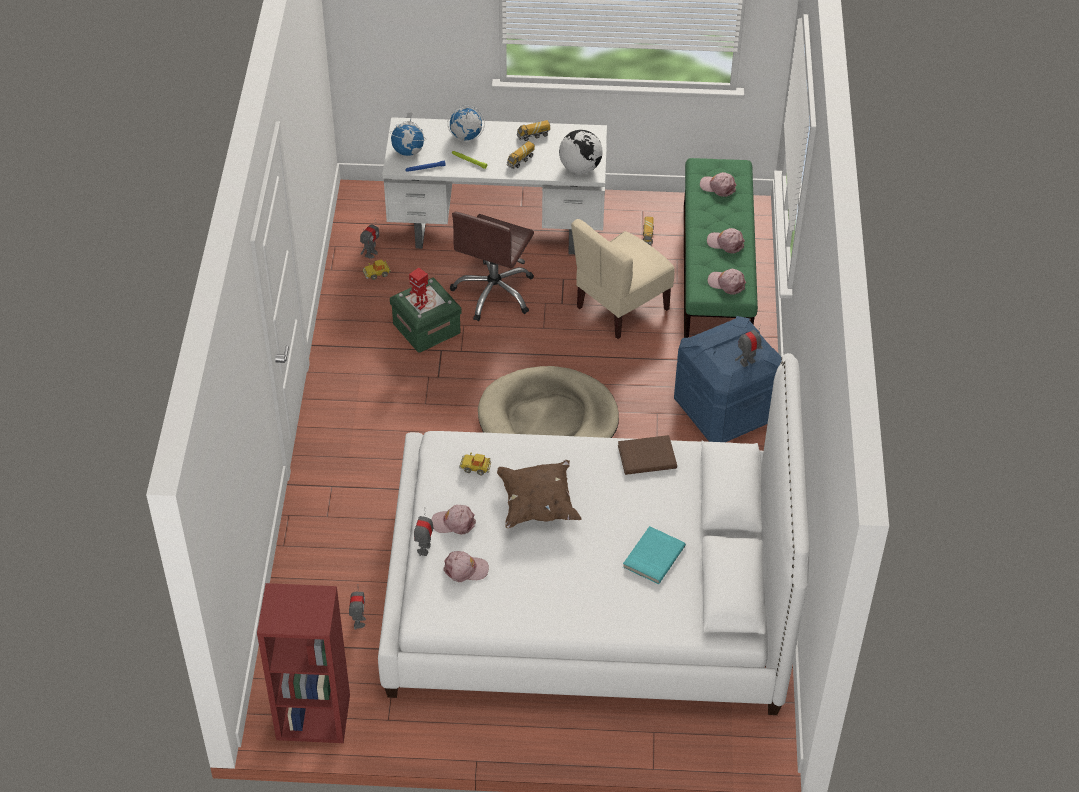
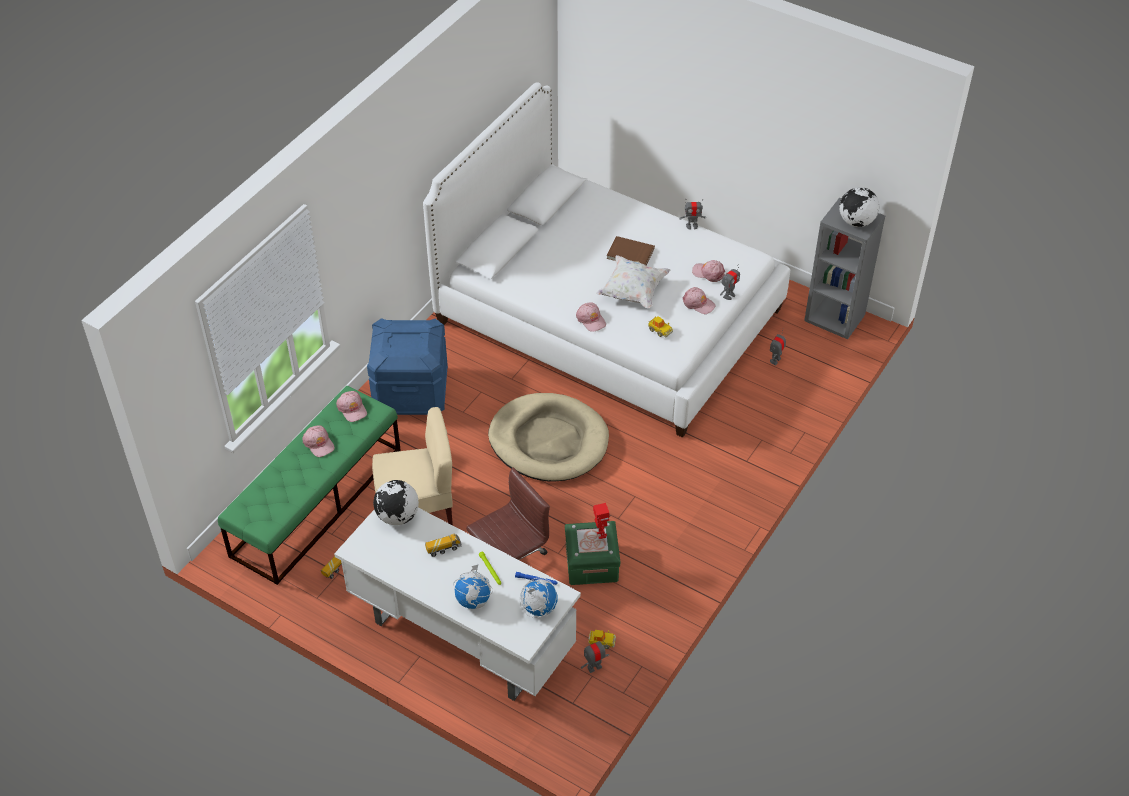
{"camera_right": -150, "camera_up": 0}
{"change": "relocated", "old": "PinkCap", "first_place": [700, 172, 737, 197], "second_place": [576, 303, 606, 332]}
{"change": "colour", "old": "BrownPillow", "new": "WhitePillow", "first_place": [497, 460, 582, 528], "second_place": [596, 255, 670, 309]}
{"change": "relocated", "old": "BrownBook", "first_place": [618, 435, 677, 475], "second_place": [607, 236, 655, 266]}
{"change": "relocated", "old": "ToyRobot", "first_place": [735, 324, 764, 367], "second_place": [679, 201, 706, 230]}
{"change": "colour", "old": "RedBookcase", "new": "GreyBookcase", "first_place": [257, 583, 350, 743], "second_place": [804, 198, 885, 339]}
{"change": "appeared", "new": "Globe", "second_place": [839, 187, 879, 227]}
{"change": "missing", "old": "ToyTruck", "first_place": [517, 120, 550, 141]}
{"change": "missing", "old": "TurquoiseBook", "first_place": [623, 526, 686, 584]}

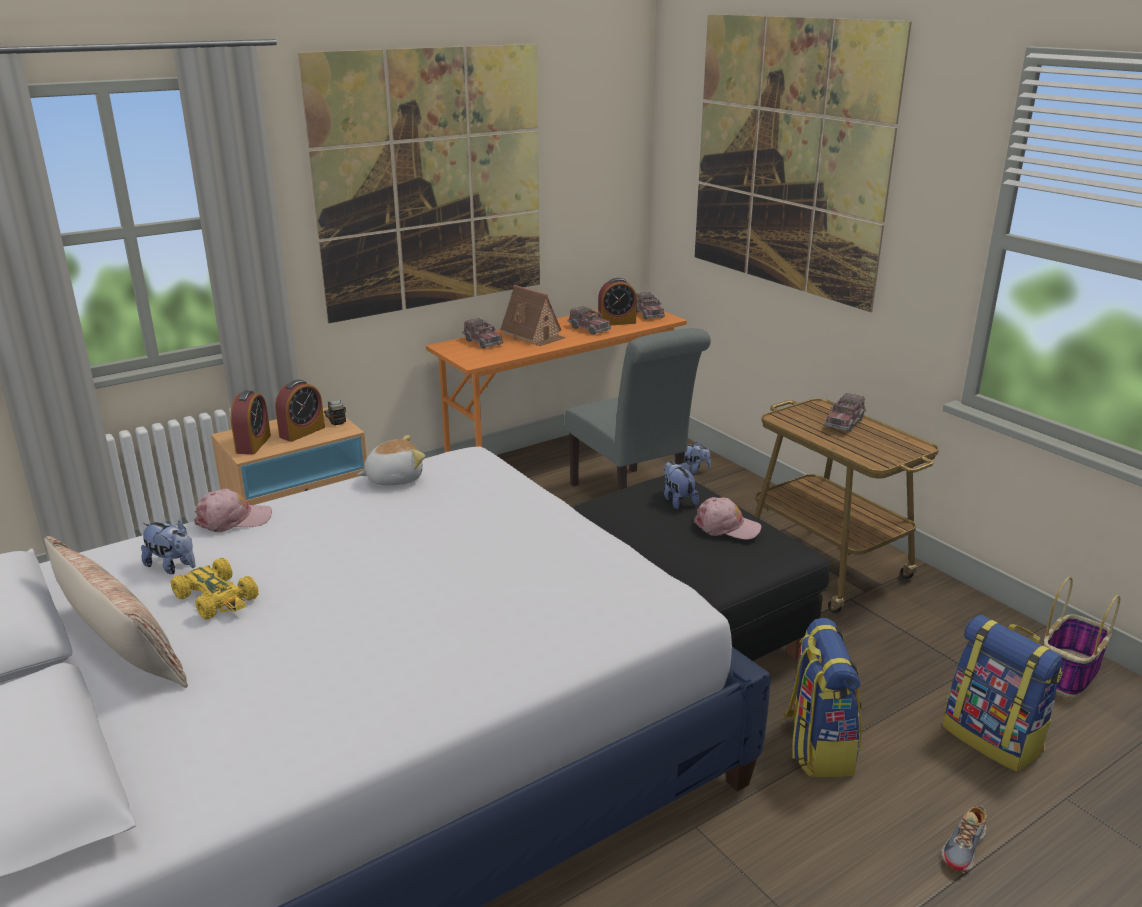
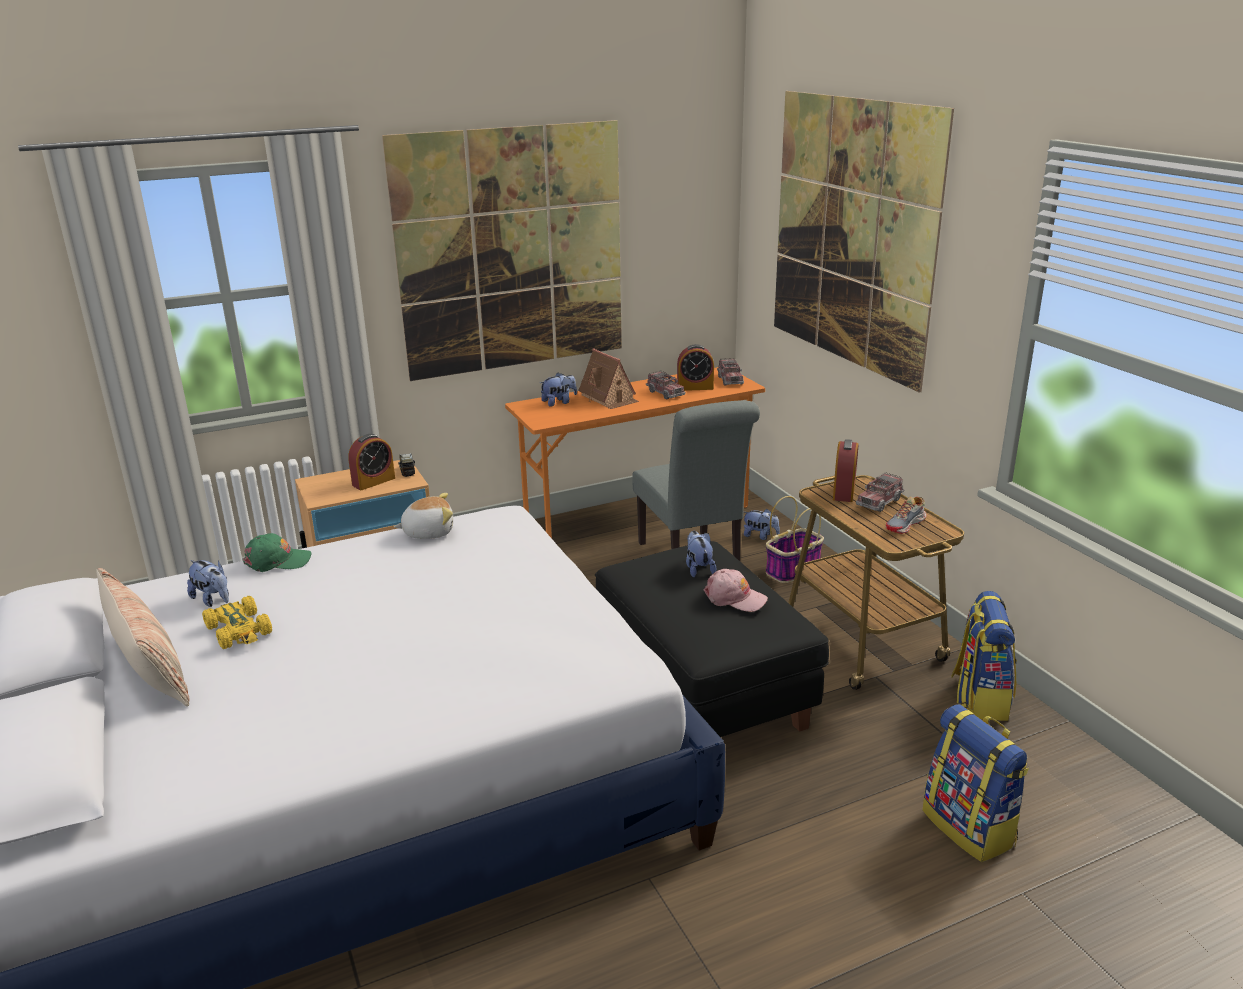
{"camera_right": 10, "camera_up": 0}
{"change": "colour", "old": "PinkCap", "new": "GreenCap", "first_place": [194, 489, 272, 532], "second_place": [243, 533, 312, 572]}
{"change": "exchanged", "old": "ToyTruck", "new": "PlushToy", "first_place": [462, 318, 503, 349], "second_place": [540, 373, 577, 407]}
{"change": "relocated", "old": "Basket", "first_place": [1043, 577, 1120, 697], "second_place": [766, 496, 824, 583]}
{"change": "relocated", "old": "AlarmClock", "first_place": [231, 391, 271, 454], "second_place": [833, 439, 858, 502]}
{"change": "relocated", "old": "Shoe", "first_place": [942, 805, 987, 872], "second_place": [886, 497, 927, 534]}
{"change": "relocated", "old": "Backpack", "first_place": [782, 618, 862, 777], "second_place": [951, 591, 1017, 721]}

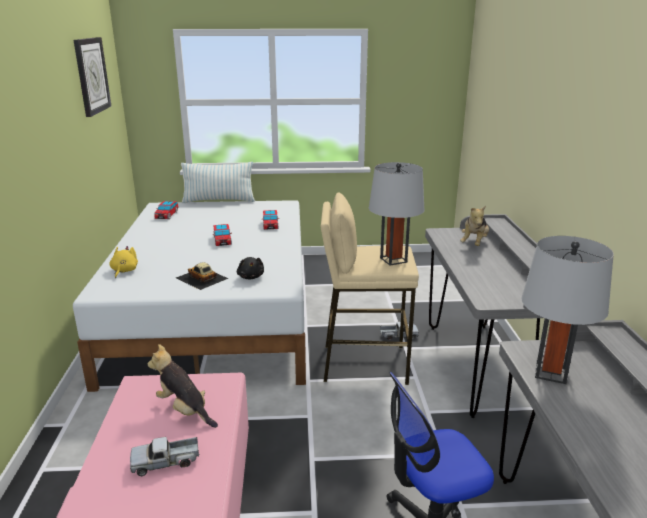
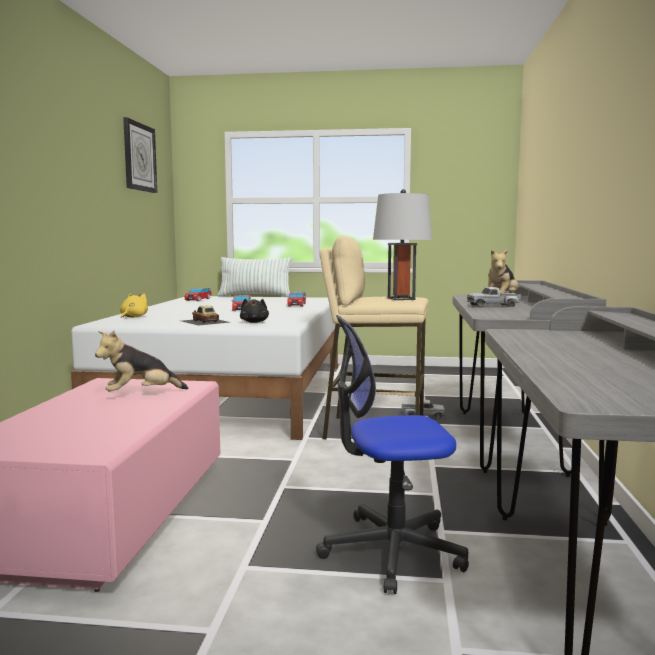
{"camera_right": 10, "camera_up": -15}
{"change": "spun", "old": "PlushToy", "first_place": [148, 344, 218, 428], "second_place": [95, 330, 188, 392], "degrees": -75}
{"change": "relocated", "old": "ToyTruck", "first_place": [130, 437, 200, 476], "second_place": [467, 287, 522, 307]}
{"change": "missing", "old": "GreyTableLamp", "first_place": [521, 236, 614, 384]}

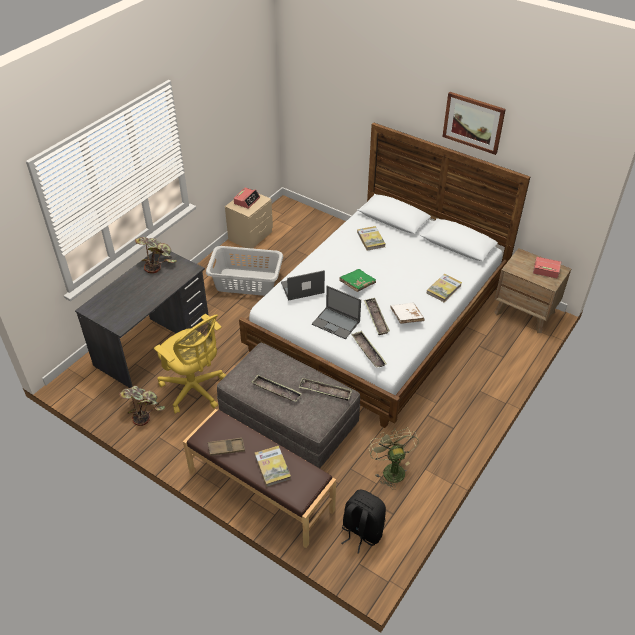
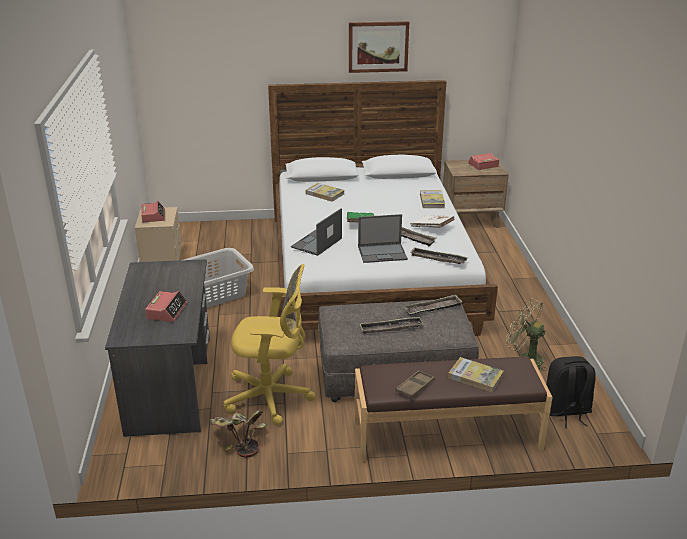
{"camera_right": -40, "camera_up": -15}
{"change": "appeared", "new": "AlarmClock", "second_place": [145, 291, 187, 322]}
{"change": "missing", "old": "PottedPlant", "first_place": [135, 237, 177, 274]}

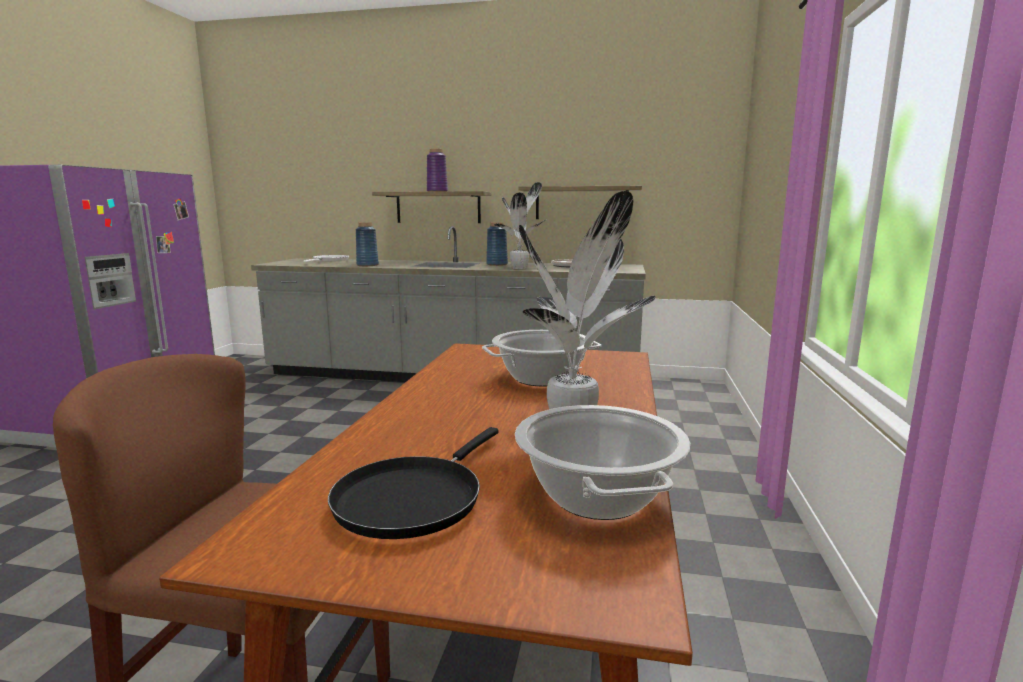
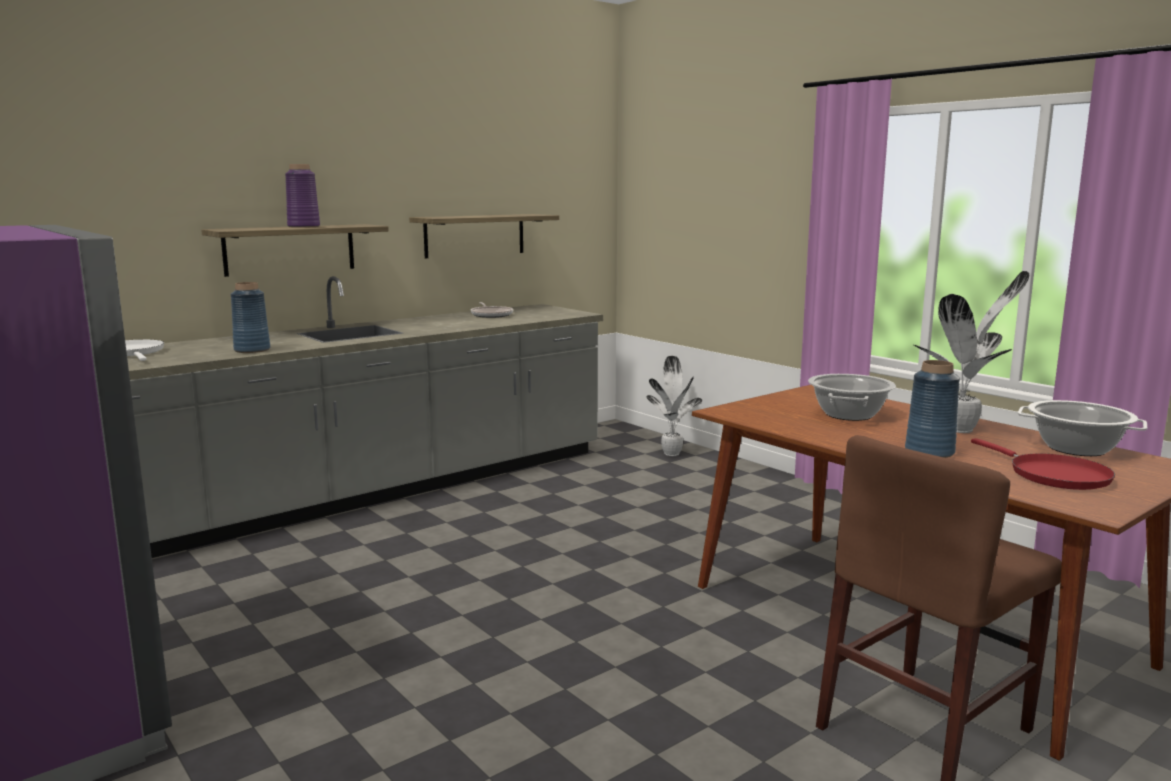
{"camera_right": -50, "camera_up": 0}
{"change": "relocated", "old": "PottedPlant", "first_place": [494, 182, 545, 269], "second_place": [646, 356, 702, 456]}
{"change": "relocated", "old": "BlueVase", "first_place": [486, 222, 508, 266], "second_place": [905, 360, 960, 458]}
{"change": "colour", "old": "BlackFryingPan", "new": "RedFryingPan", "first_place": [328, 427, 499, 539], "second_place": [971, 438, 1115, 490]}

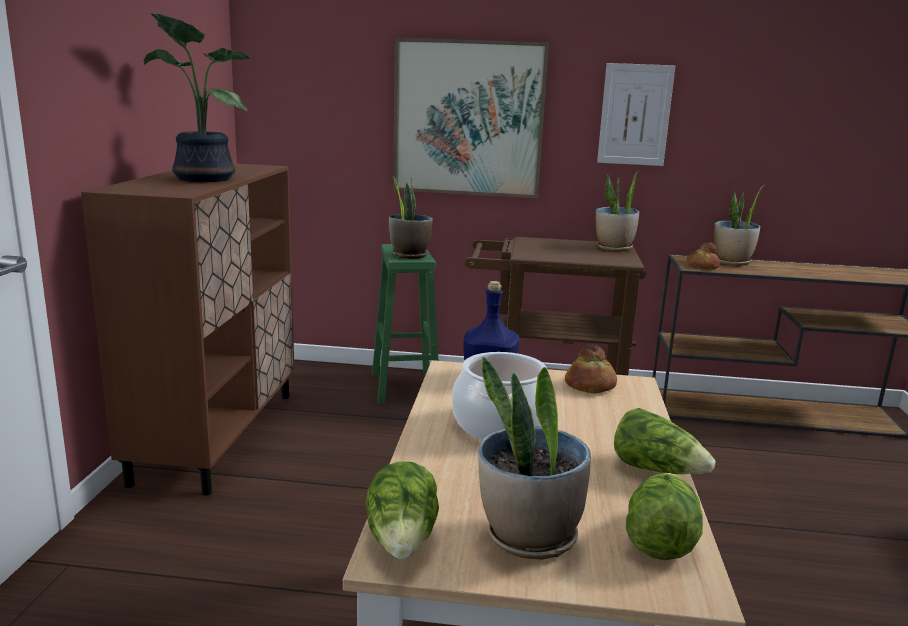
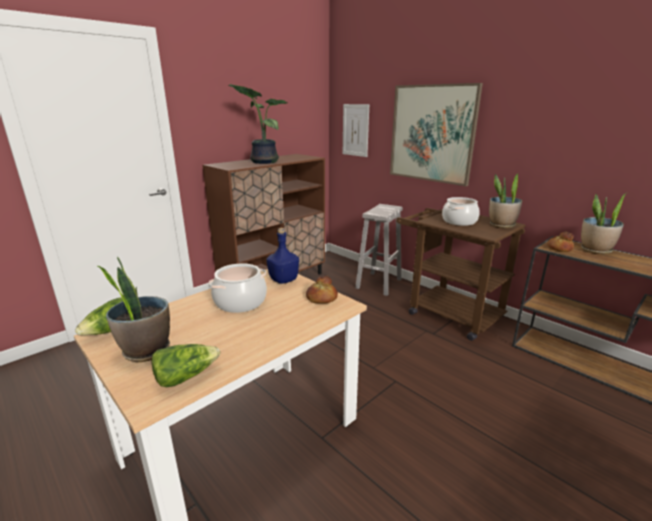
{"camera_right": 40, "camera_up": 5}
{"change": "relocated", "old": "Picture", "first_place": [597, 63, 675, 166], "second_place": [343, 104, 369, 157]}
{"change": "colour", "old": "GreenStool", "new": "WhiteStool", "first_place": [372, 244, 438, 404], "second_place": [355, 204, 403, 296]}
{"change": "appeared", "new": "CookingPot", "second_place": [442, 197, 480, 226]}
{"change": "missing", "old": "PottedPlant", "first_place": [389, 174, 433, 259]}
{"change": "missing", "old": "Lettuce", "first_place": [614, 408, 715, 474]}

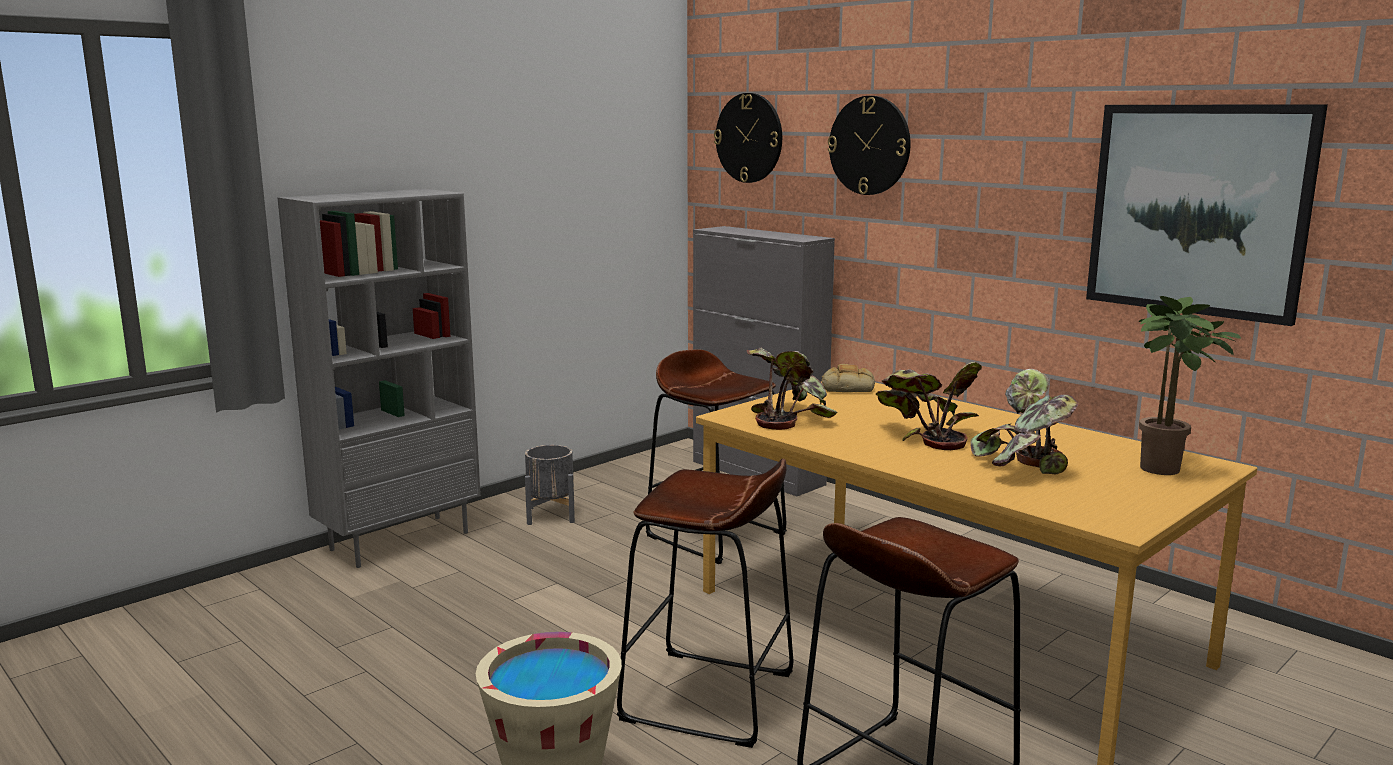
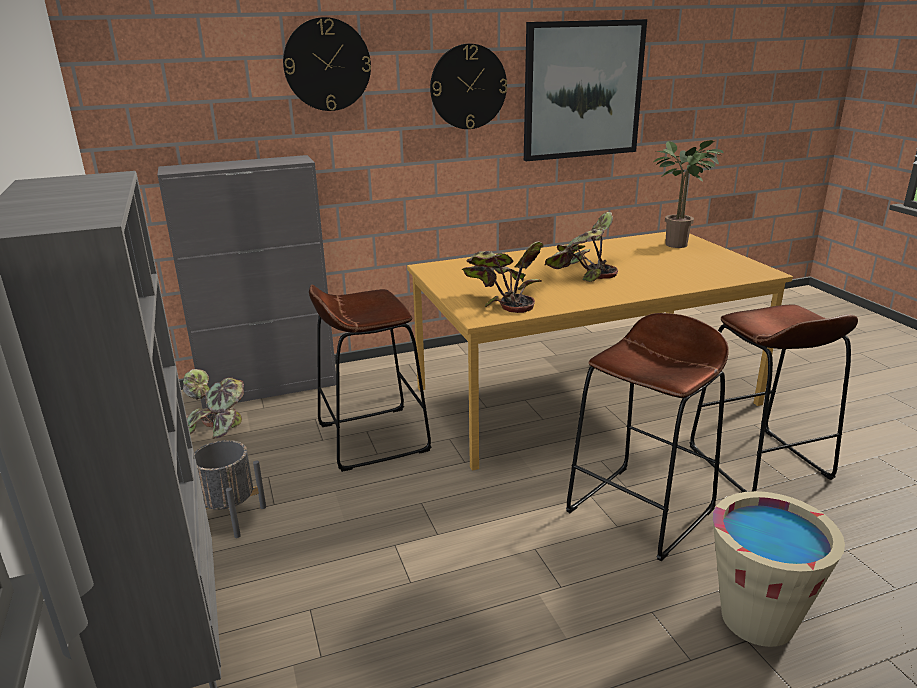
{"camera_right": -65, "camera_up": 10}
{"change": "relocated", "old": "PottedPlant", "first_place": [970, 369, 1080, 474], "second_place": [183, 369, 244, 439]}
{"change": "relocated", "old": "WallClock", "first_place": [714, 93, 782, 183], "second_place": [430, 44, 507, 129]}
{"change": "missing", "old": "Bread", "first_place": [822, 364, 875, 392]}

